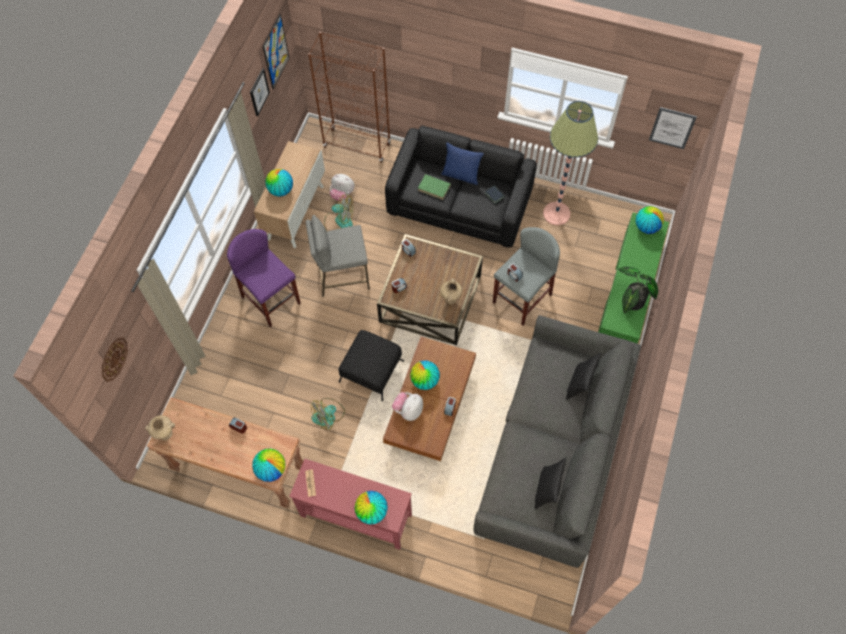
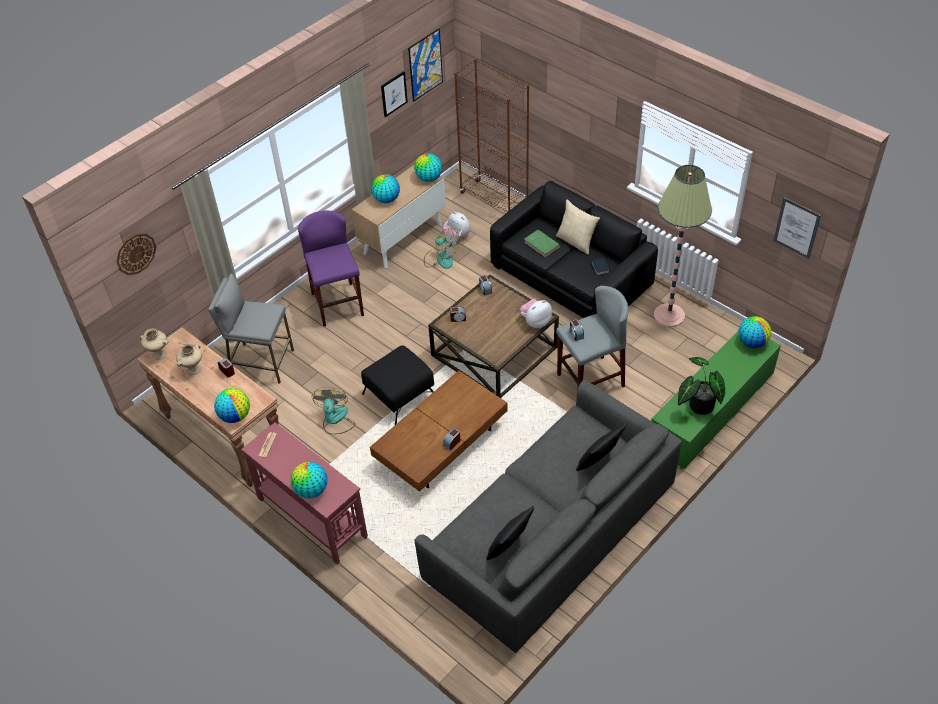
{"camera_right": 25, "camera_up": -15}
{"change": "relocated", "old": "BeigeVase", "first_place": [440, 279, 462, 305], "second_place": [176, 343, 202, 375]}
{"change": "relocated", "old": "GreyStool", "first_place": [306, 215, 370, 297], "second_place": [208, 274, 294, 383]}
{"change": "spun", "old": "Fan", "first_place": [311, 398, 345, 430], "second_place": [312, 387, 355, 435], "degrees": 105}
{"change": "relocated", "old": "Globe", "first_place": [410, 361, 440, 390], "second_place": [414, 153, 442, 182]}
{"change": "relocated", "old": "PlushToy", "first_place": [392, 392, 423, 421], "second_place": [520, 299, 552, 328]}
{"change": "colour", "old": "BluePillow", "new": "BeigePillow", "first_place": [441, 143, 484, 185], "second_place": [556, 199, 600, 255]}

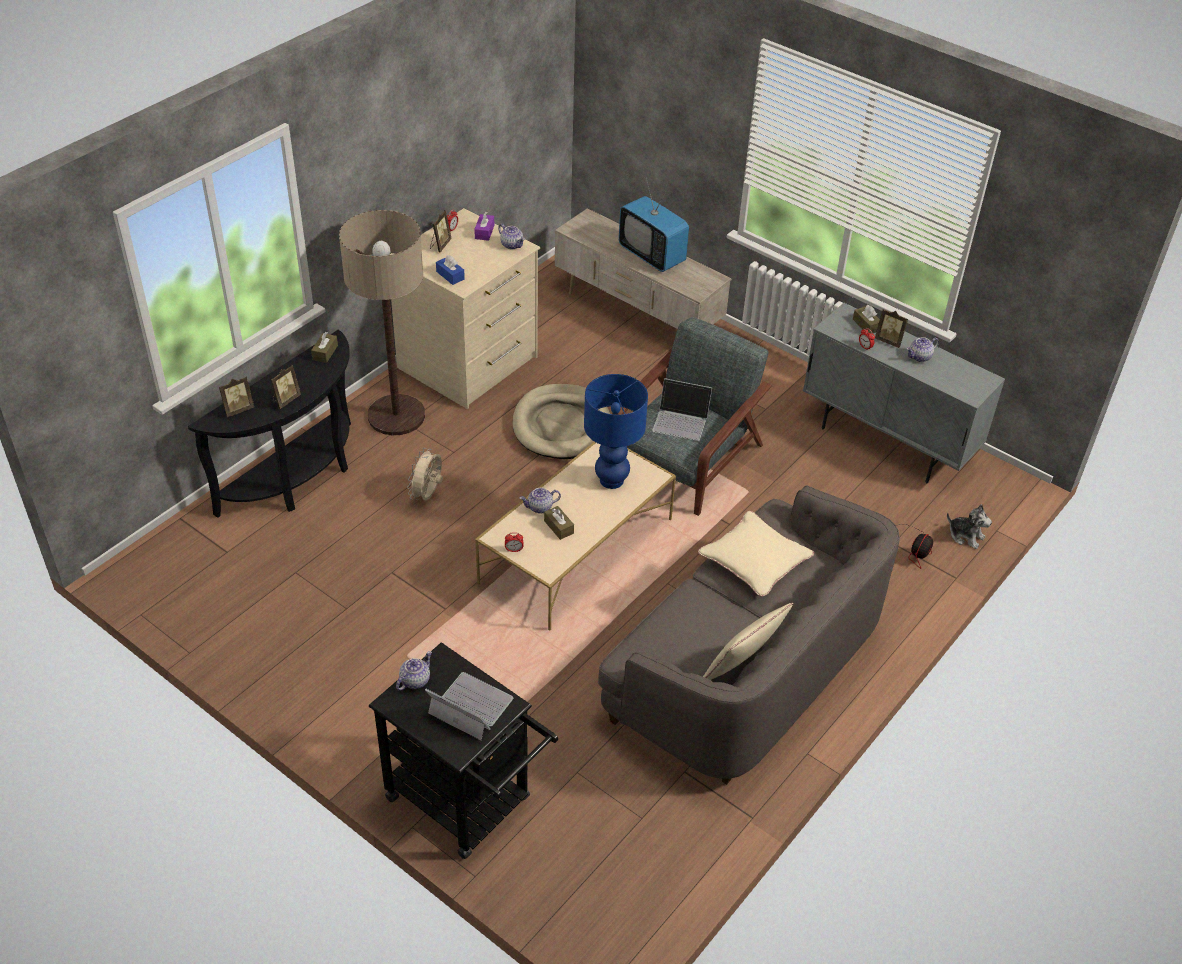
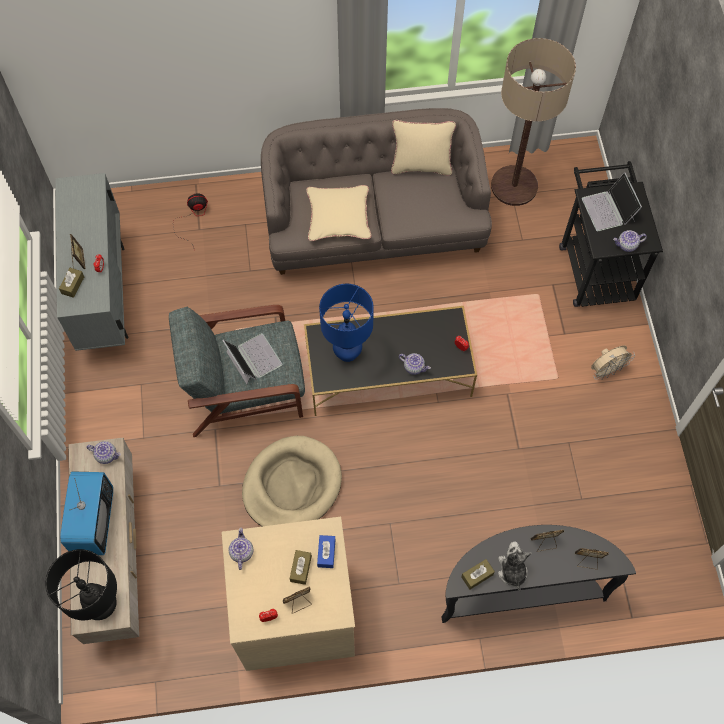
{"camera_right": -135, "camera_up": 20}
{"change": "appeared", "new": "BlackTableLamp", "second_place": [45, 549, 117, 620]}
{"change": "relocated", "old": "Teapot", "first_place": [907, 337, 939, 362], "second_place": [87, 441, 121, 464]}
{"change": "relocated", "old": "BrownTissueBox", "first_place": [544, 506, 574, 540], "second_place": [290, 550, 312, 585]}
{"change": "colour", "old": "BeigeCoffeeTable", "new": "BlackCoffeeTable", "first_place": [475, 442, 676, 631], "second_place": [304, 306, 477, 416]}
{"change": "relocated", "old": "FloorLamp", "first_place": [339, 210, 425, 435], "second_place": [491, 38, 576, 206]}
{"change": "relocated", "old": "PlushToy", "first_place": [947, 504, 992, 549], "second_place": [498, 541, 531, 591]}
{"change": "relocated", "old": "BeigeFan", "first_place": [407, 448, 443, 500], "second_place": [591, 346, 635, 380]}
{"change": "missing", "old": "PurpleTissueBox", "first_place": [474, 212, 494, 241]}

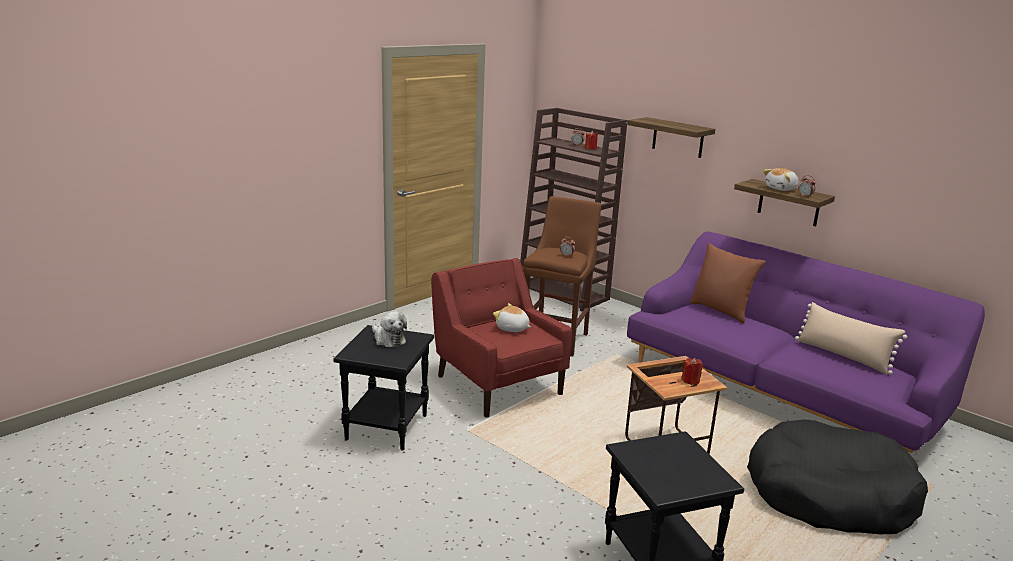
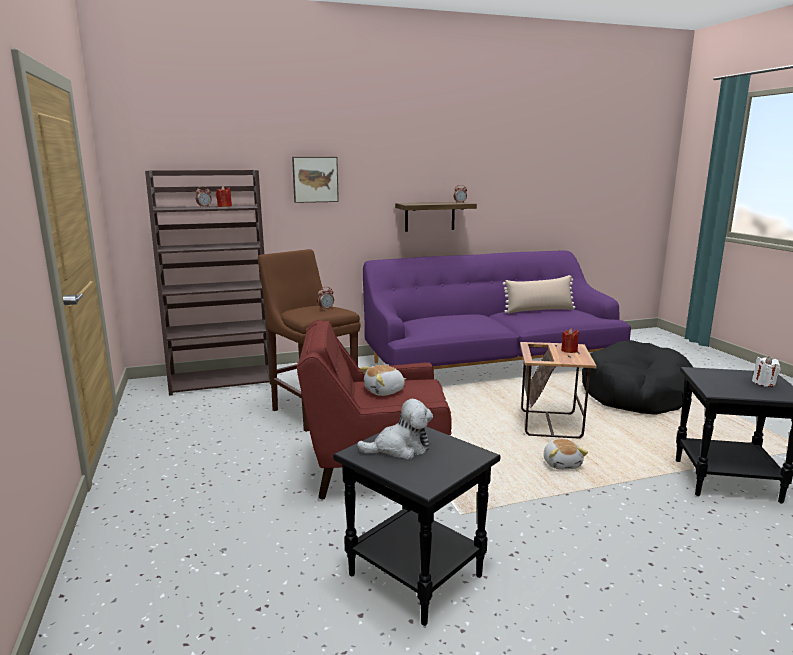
{"camera_right": -60, "camera_up": -5}
{"change": "exchanged", "old": "Shelf", "new": "Picture", "first_place": [627, 117, 715, 158], "second_place": [292, 157, 339, 203]}
{"change": "relocated", "old": "PlushToy", "first_place": [763, 168, 799, 191], "second_place": [544, 439, 588, 470]}
{"change": "appeared", "new": "WhiteCandle", "second_place": [752, 356, 780, 387]}
{"change": "missing", "old": "BrownPillow", "first_place": [689, 243, 766, 323]}

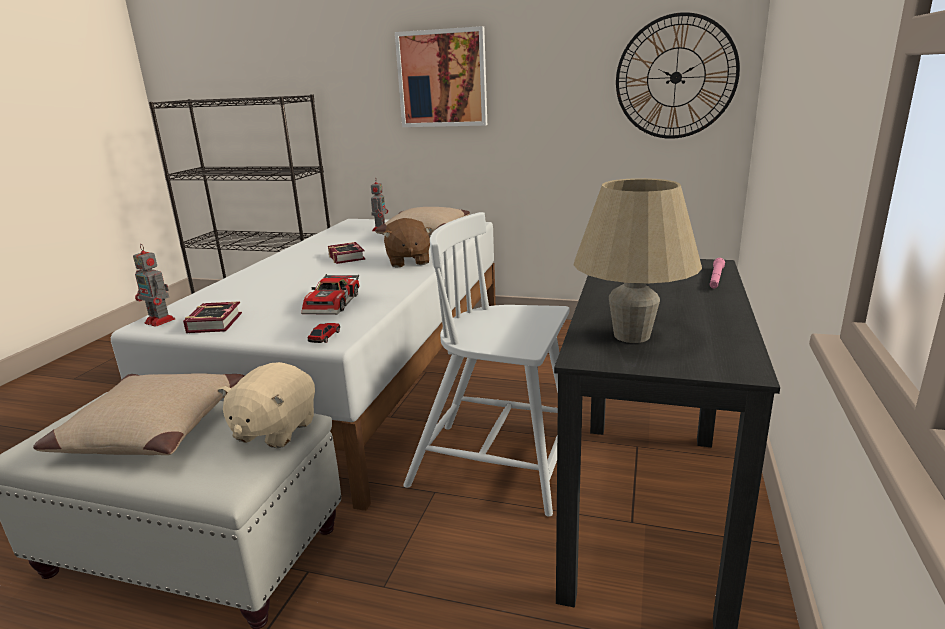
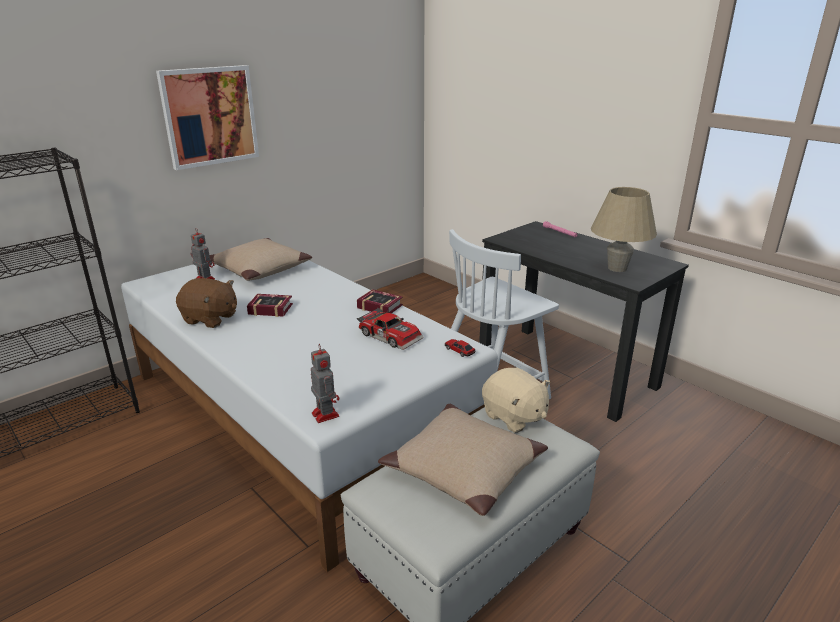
{"camera_right": -60, "camera_up": 5}
{"change": "relocated", "old": "BrownPlushToy", "first_place": [383, 218, 433, 268], "second_place": [176, 278, 237, 328]}
{"change": "spun", "old": "ToyRobot", "first_place": [133, 244, 175, 327], "second_place": [311, 344, 339, 423], "degrees": -90}
{"change": "relocated", "old": "Book", "first_place": [183, 301, 242, 333], "second_place": [357, 289, 403, 313]}
{"change": "missing", "old": "WallClock", "first_place": [616, 12, 740, 139]}

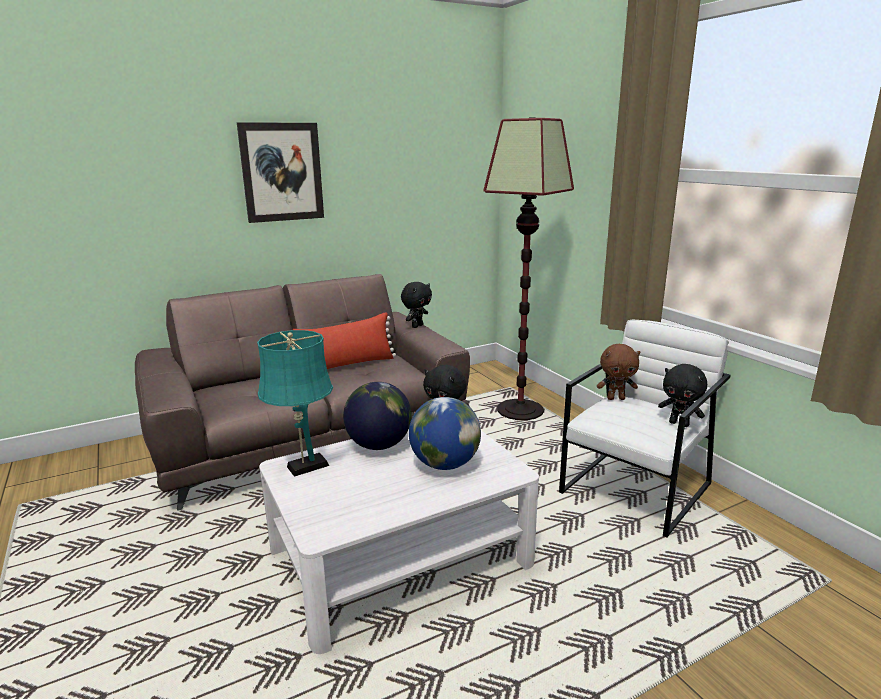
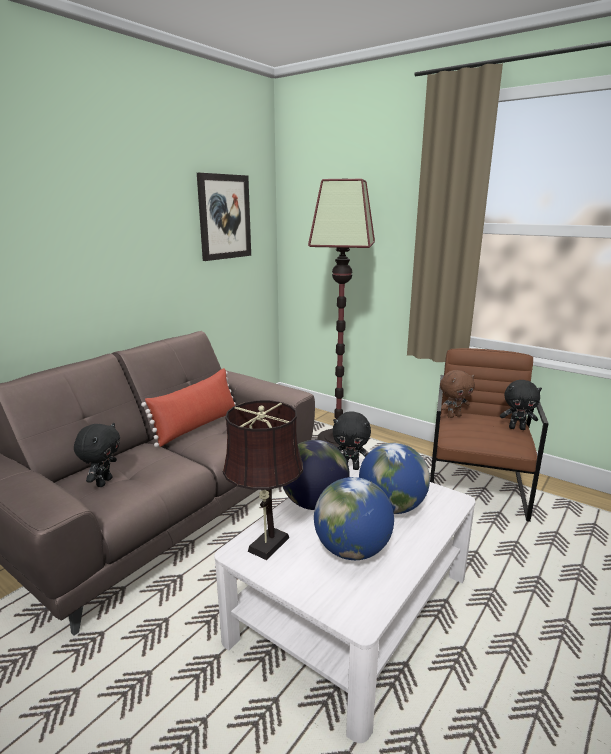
{"camera_right": -25, "camera_up": 0}
{"change": "relocated", "old": "BlackPlushToy", "first_place": [401, 282, 432, 328], "second_place": [74, 423, 120, 487]}
{"change": "relocated", "old": "Picture", "first_place": [237, 122, 324, 223], "second_place": [197, 173, 251, 261]}
{"change": "colour", "old": "TurquoiseTableLamp", "new": "BrownTableLamp", "first_place": [257, 330, 333, 477], "second_place": [222, 400, 303, 560]}
{"change": "appeared", "new": "Globe", "second_place": [314, 477, 394, 560]}
{"change": "colour", "old": "WhiteArmchair", "new": "BrownArmchair", "first_place": [559, 320, 731, 537], "second_place": [430, 348, 549, 522]}

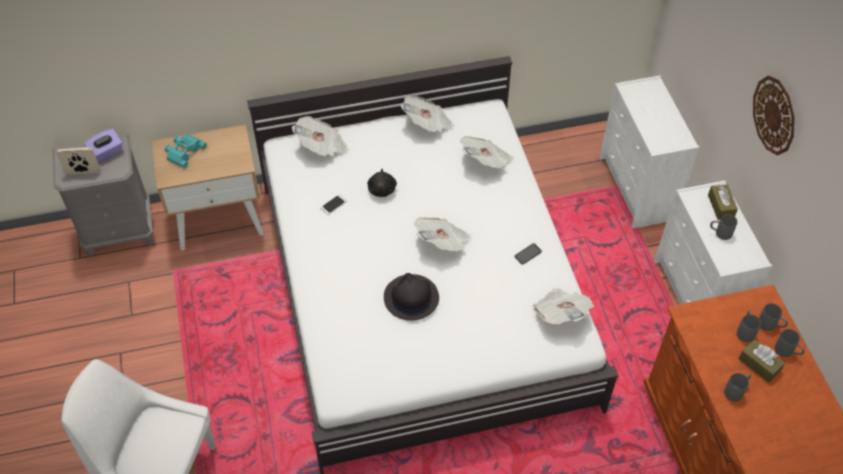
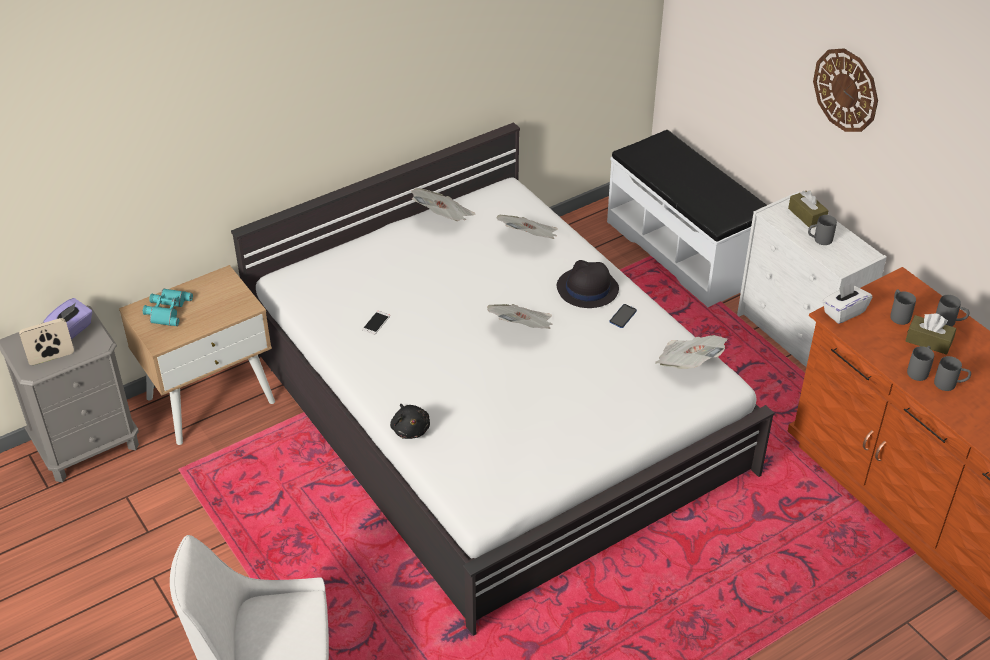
{"camera_right": -20, "camera_up": -10}
{"change": "relocated", "old": "BlackPlushToy", "first_place": [367, 169, 397, 197], "second_place": [390, 404, 430, 439]}
{"change": "relocated", "old": "BlackHat", "first_place": [384, 273, 439, 321], "second_place": [557, 260, 619, 308]}
{"change": "exchanged", "old": "WhiteDresser", "new": "WhiteBench", "first_place": [600, 76, 699, 228], "second_place": [607, 130, 767, 307]}
{"change": "appeared", "new": "WhiteTissueBox", "second_place": [822, 282, 872, 324]}
{"change": "relocated", "old": "GreyMug", "first_place": [759, 303, 788, 331], "second_place": [934, 356, 971, 391]}
{"change": "missing", "old": "Newspaper", "first_place": [292, 116, 349, 156]}

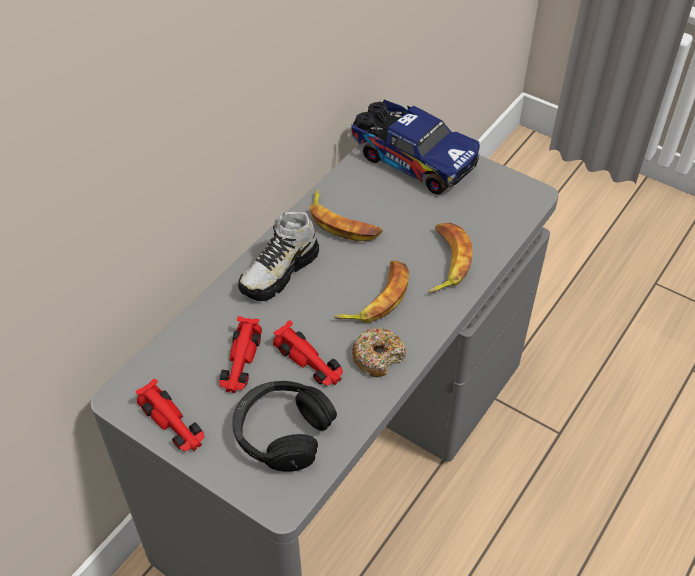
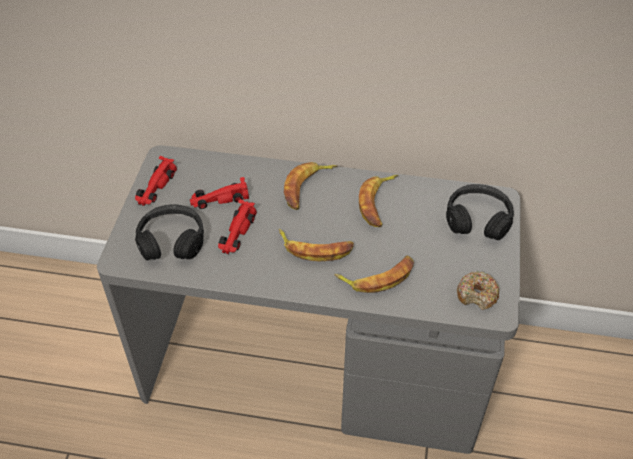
{"camera_right": 65, "camera_up": 0}
{"change": "exchanged", "old": "Shoe", "new": "Banana", "first_place": [238, 212, 319, 301], "second_place": [284, 162, 337, 210]}
{"change": "exchanged", "old": "ToyTruck", "new": "BlackHeadphones", "first_place": [351, 100, 480, 195], "second_place": [446, 184, 514, 240]}
{"change": "relocated", "old": "Donut", "first_place": [352, 328, 406, 377], "second_place": [457, 271, 500, 310]}

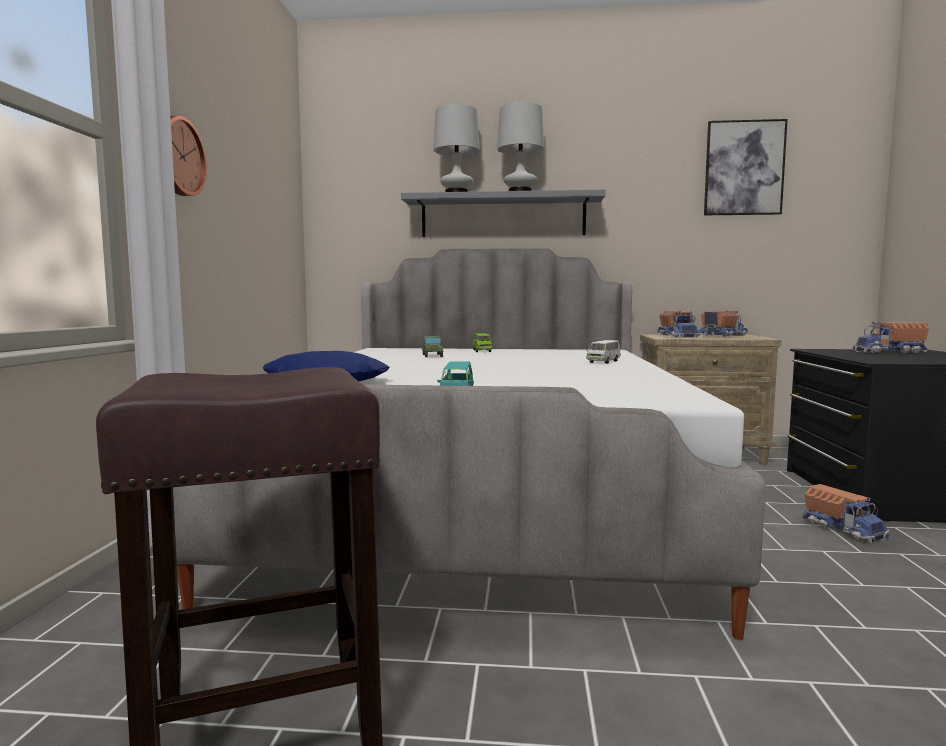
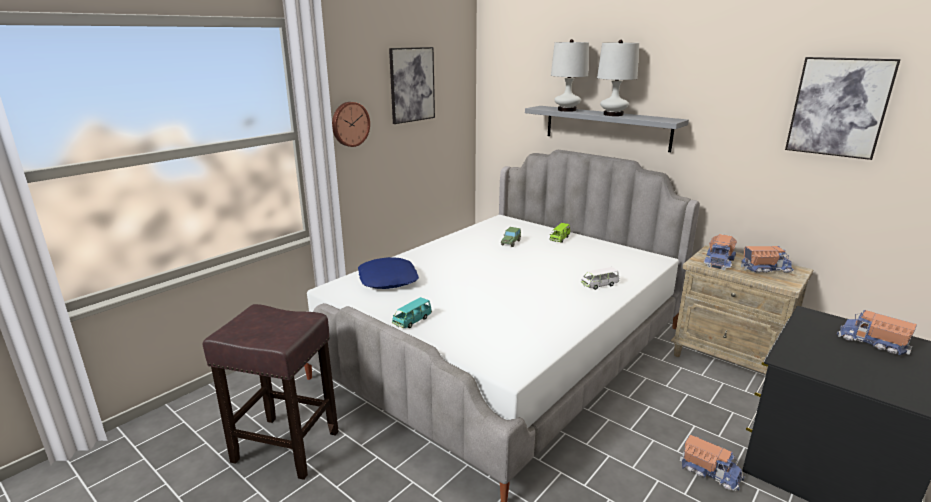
{"camera_right": 35, "camera_up": 15}
{"change": "appeared", "new": "Picture", "second_place": [389, 47, 435, 124]}
{"change": "spun", "old": "ToyTruck", "first_place": [803, 484, 890, 543], "second_place": [680, 435, 744, 491], "degrees": -60}

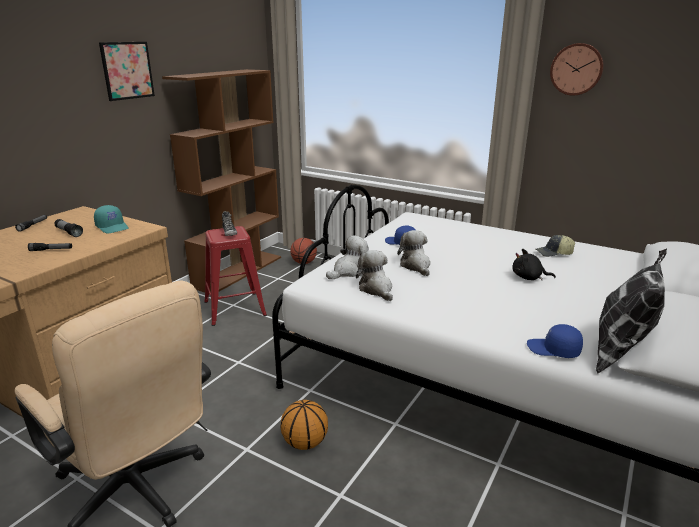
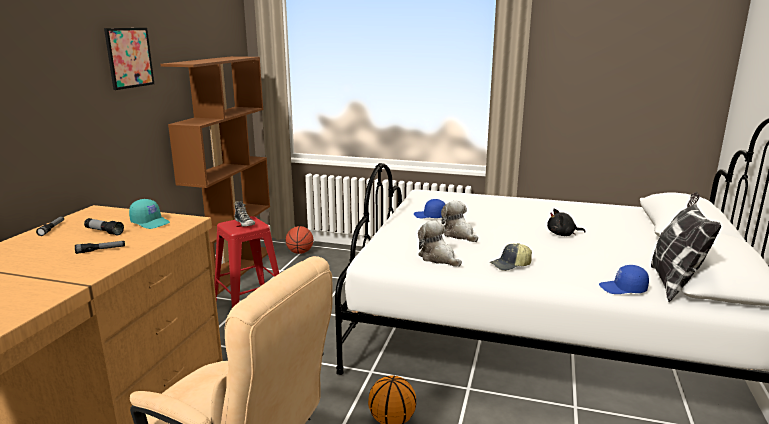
{"camera_right": -15, "camera_up": -5}
{"change": "relocated", "old": "Cap", "first_place": [536, 235, 575, 257], "second_place": [490, 243, 532, 271]}
{"change": "missing", "old": "PlushToy", "first_place": [326, 236, 369, 279]}
{"change": "missing", "old": "WallClock", "first_place": [550, 43, 604, 96]}

